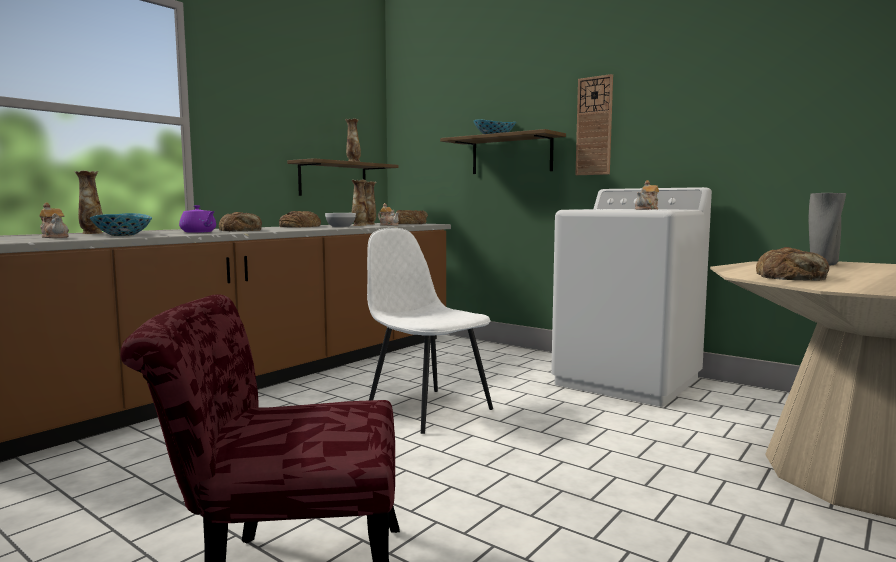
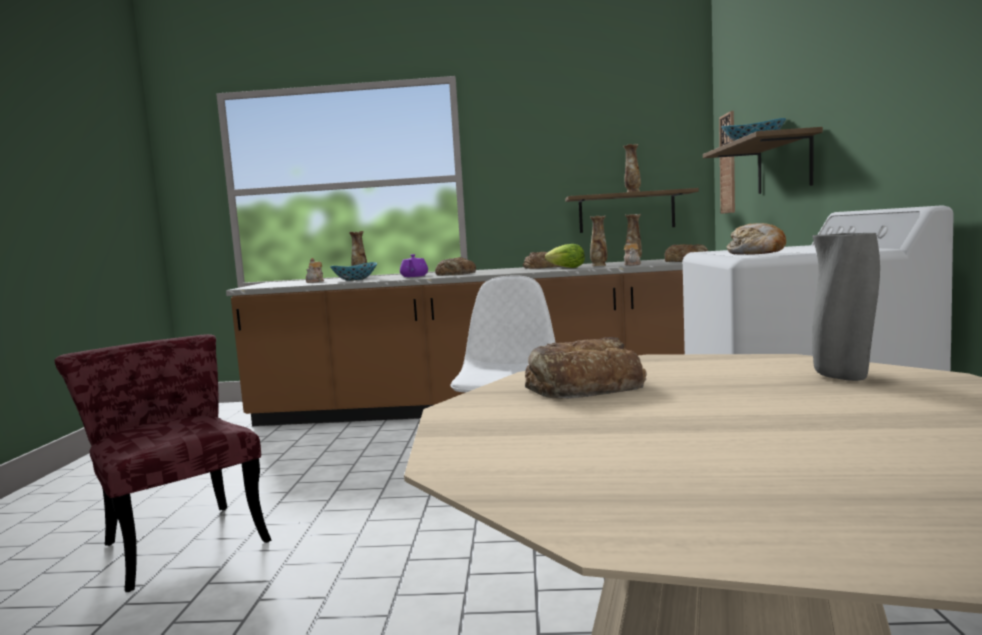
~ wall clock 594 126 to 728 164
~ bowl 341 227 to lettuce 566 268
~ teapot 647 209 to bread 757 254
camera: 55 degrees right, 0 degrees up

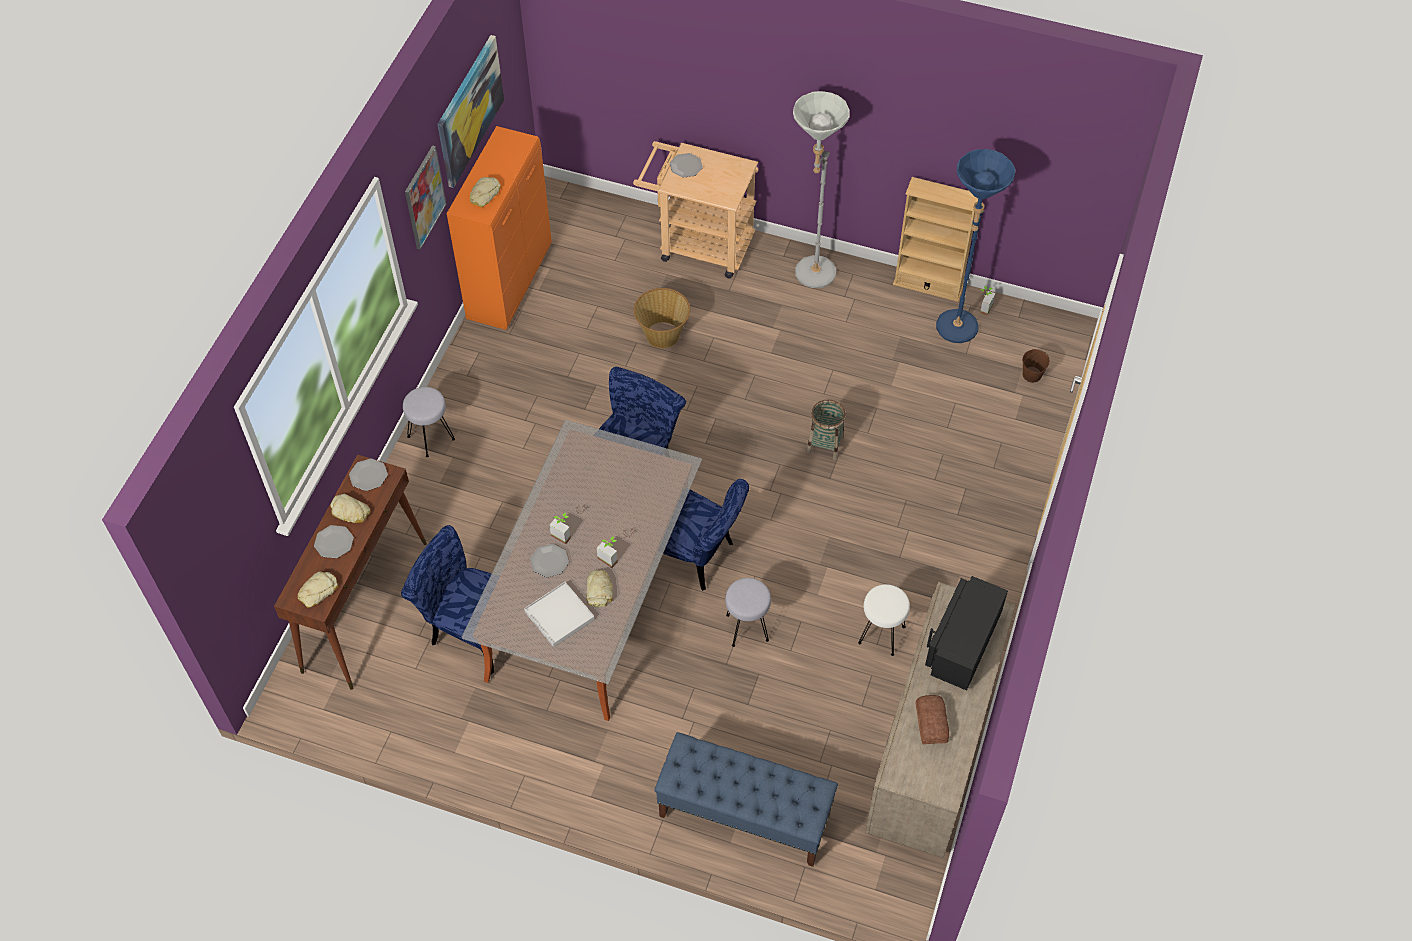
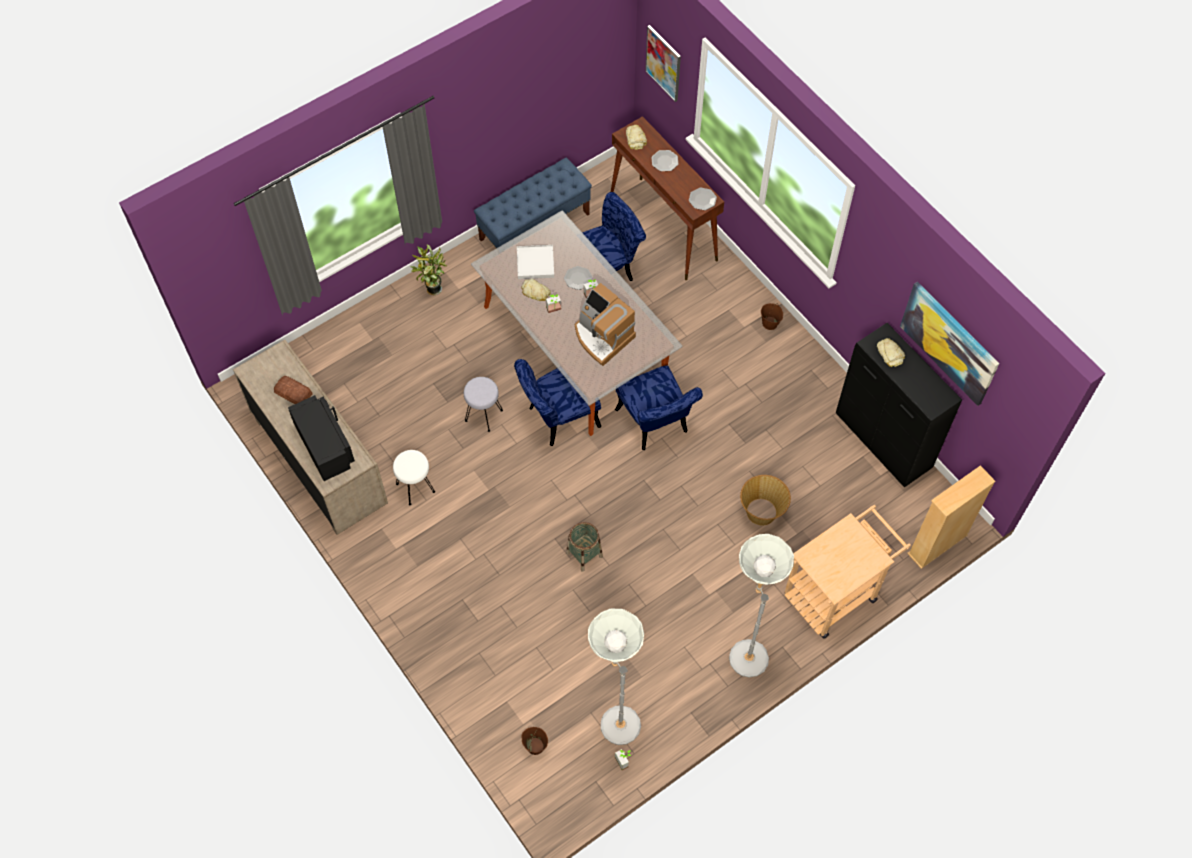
- bread 350 512
- plate 686 166
+ potted plant 432 289
+ coffee machine 602 336
~ picture 424 197 to 663 63
~ blue bench 744 815 to 535 226
~ beige bookcase 928 285 to 937 544
~ grey stool 431 437 to brown bucket 770 323
~ orange cabinet 510 282 to black cabinet 884 442
~ blue floor lamp 954 334 to grey floor lamp 615 718
camera: 125 degrees right, 5 degrees up

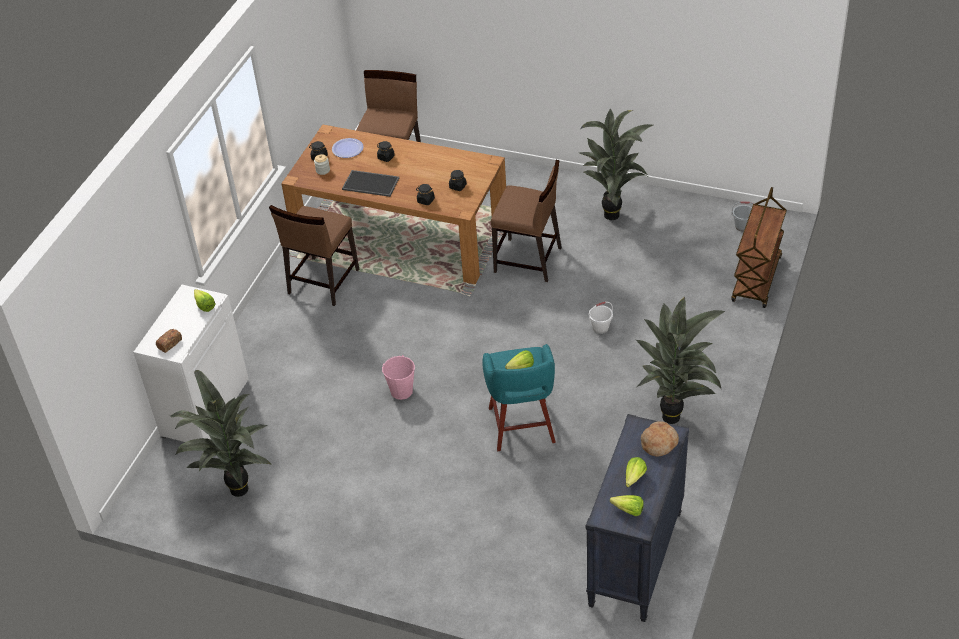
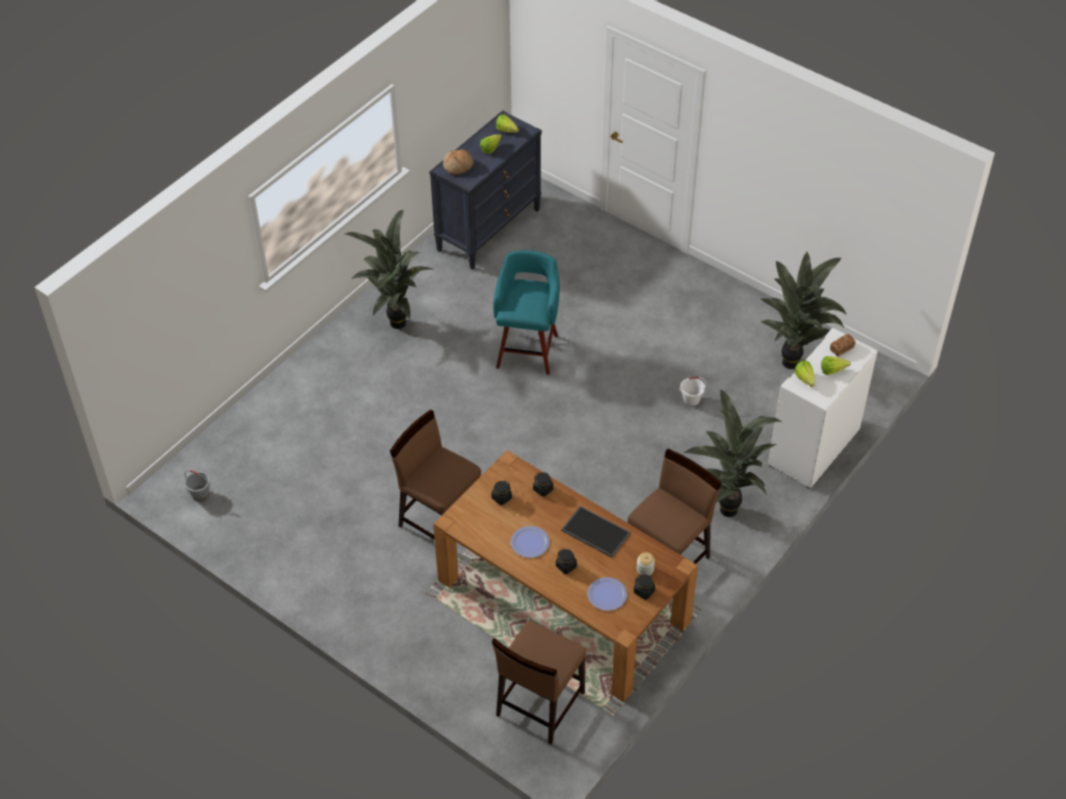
- pink bucket 402 391
- brown cart 757 280
+ plate 530 542
~ lettuce 518 368 to 835 370
~ potted plant 614 217 to 726 506
~ white bucket 600 328 to 691 400
camera: 165 degrees left, 5 degrees up

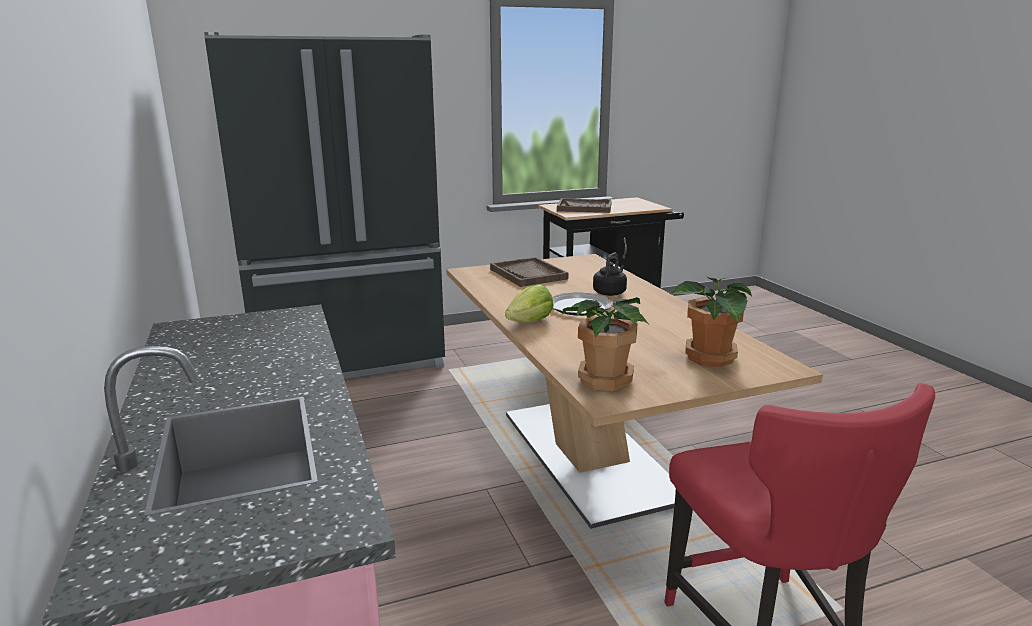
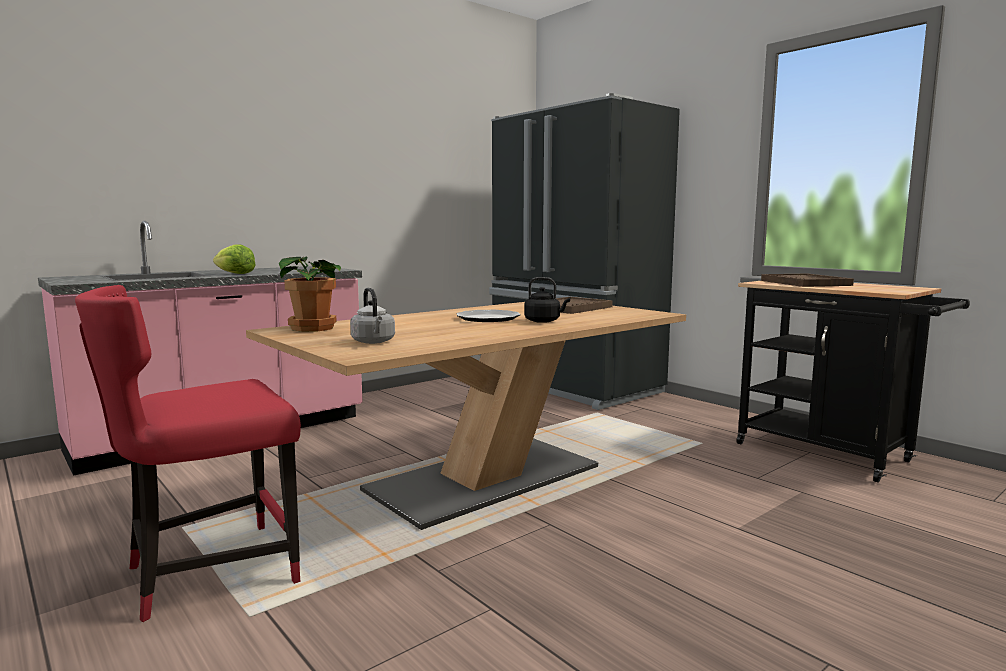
~ lettuce 530 322 to 235 273
~ potted plant 709 358 to grey kettle 374 342
camera: 70 degrees right, 10 degrees down

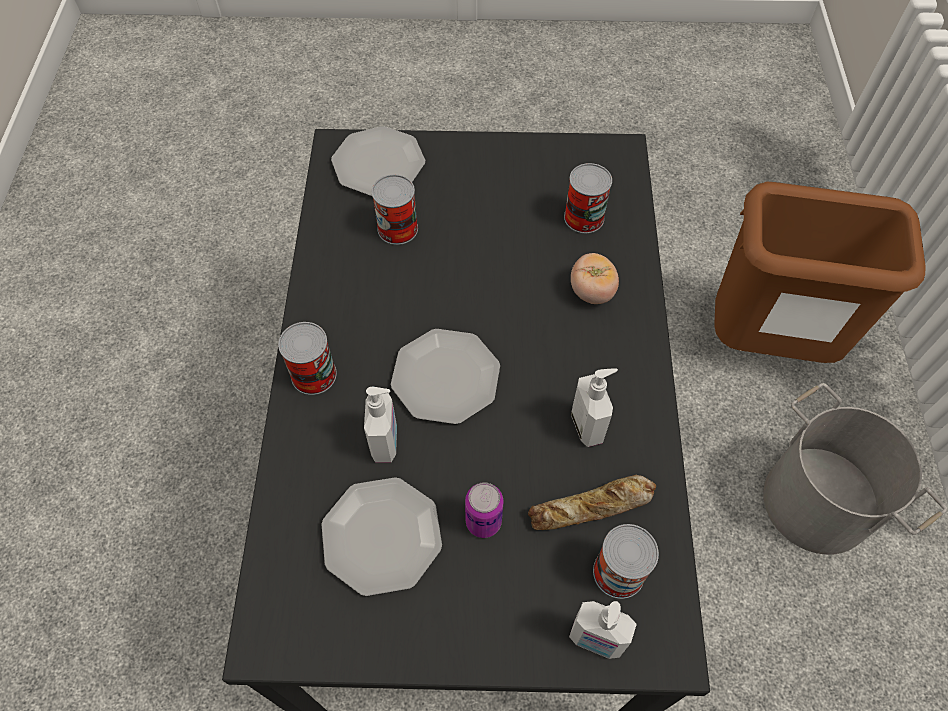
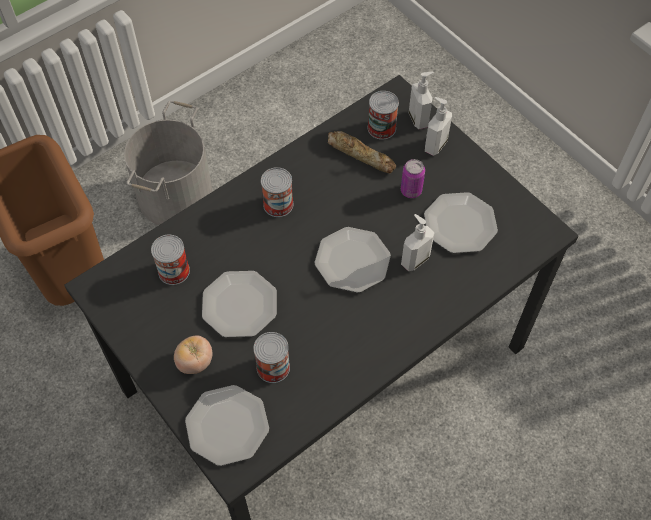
+ plate 240 305
~ can 313 375 to 278 204
~ tomato 592 292 to 195 362
~ soap dispenser 588 426 to 435 145
camera: 130 degrees left, 0 degrees up

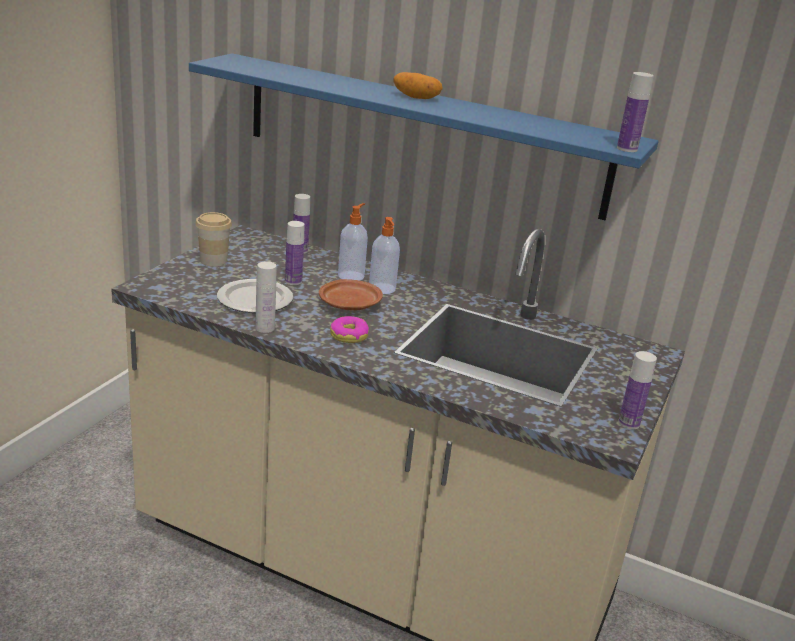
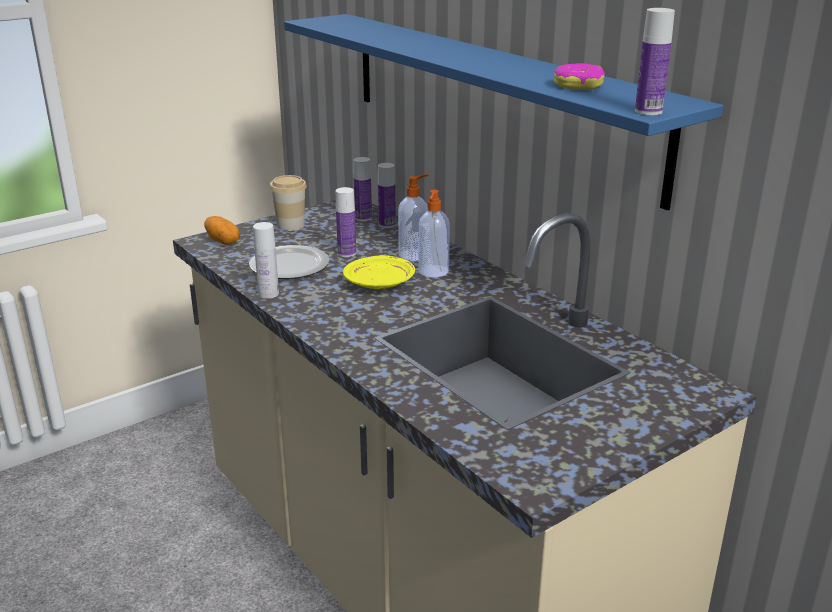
~ donut 349 335 to 578 85
~ potato 416 97 to 223 241
~ bottle 629 423 to 363 218
~ brown plate 350 305 to yellow plate 380 283
camera: 30 degrees right, 0 degrees up

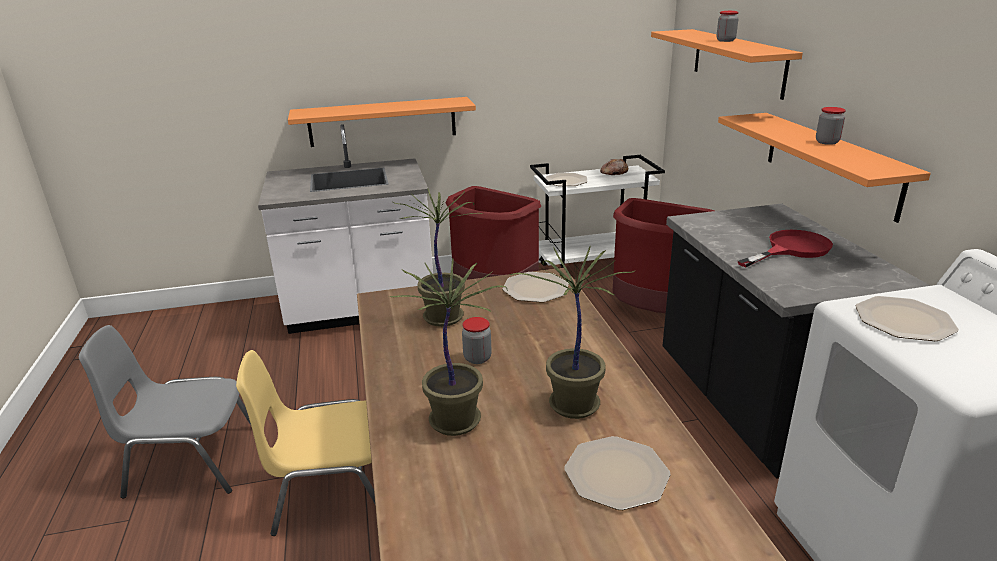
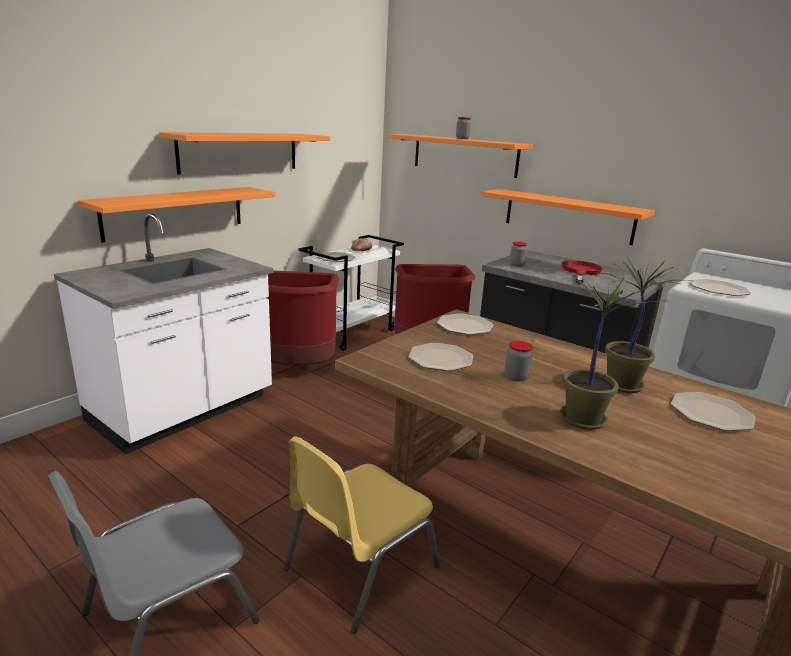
+ orange shelf 240 152
~ jar 827 142 to 517 265
~ potted plant 444 317 to plate 440 358
camera: 40 degrees left, 5 degrees down

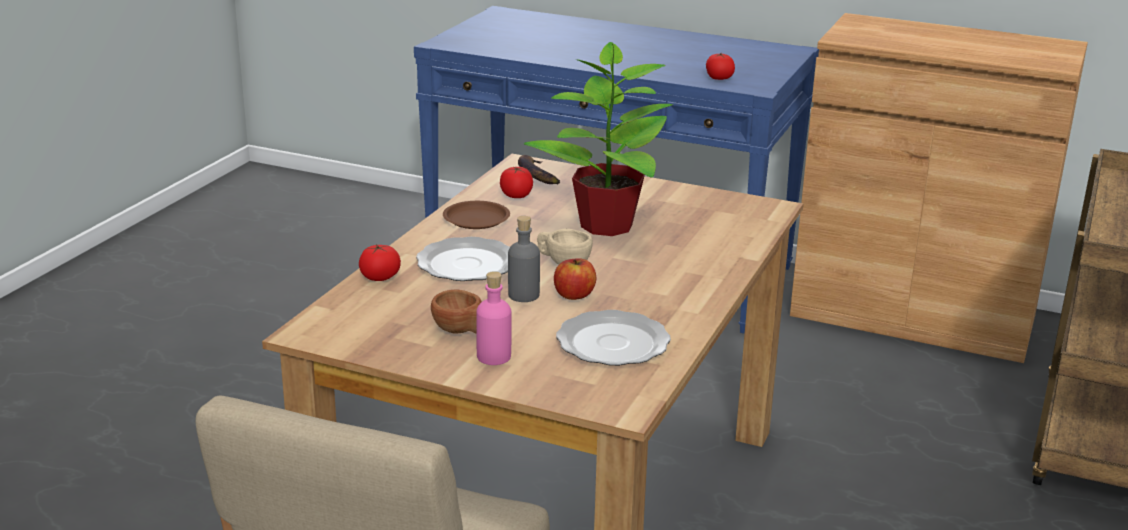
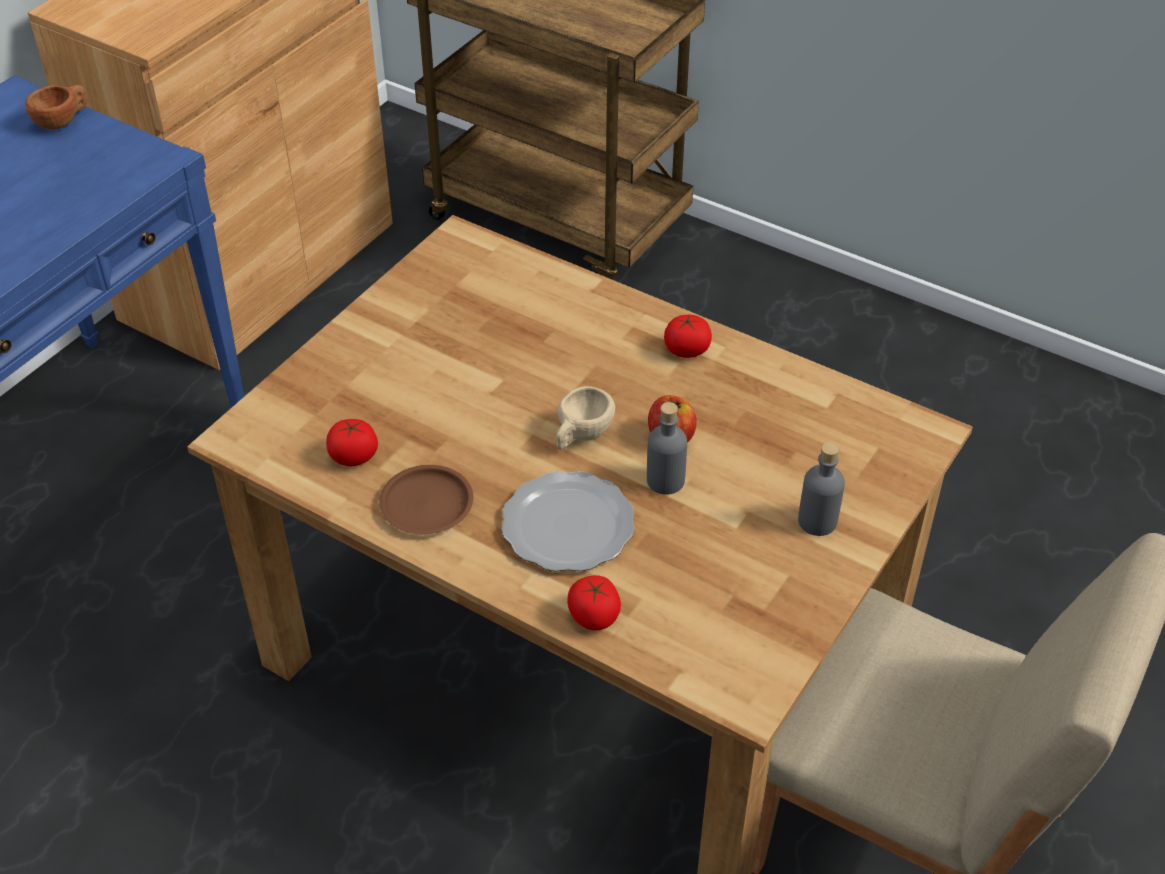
- banana 536 175
- potted plant 605 226
- plate 614 343
~ brown cup 463 331 to 63 121
~ tomato 719 78 to 687 350
~ pink bottle 494 357 to grey bottle 817 521
camera: 80 degrees left, 20 degrees up

